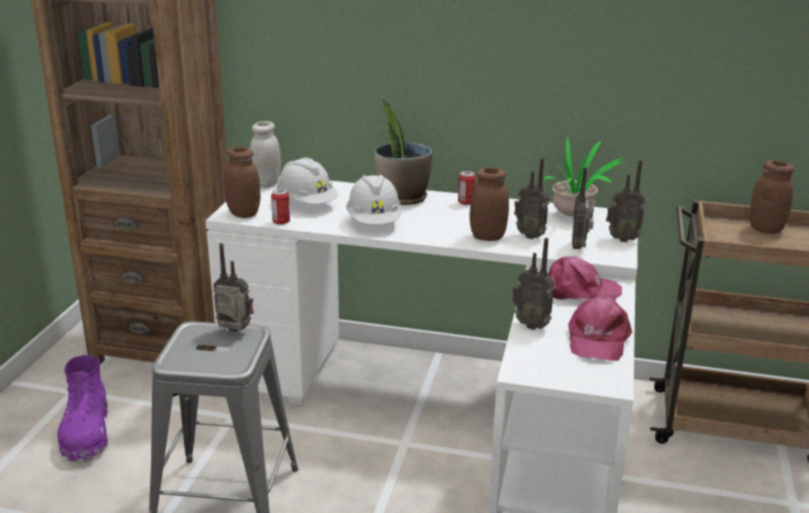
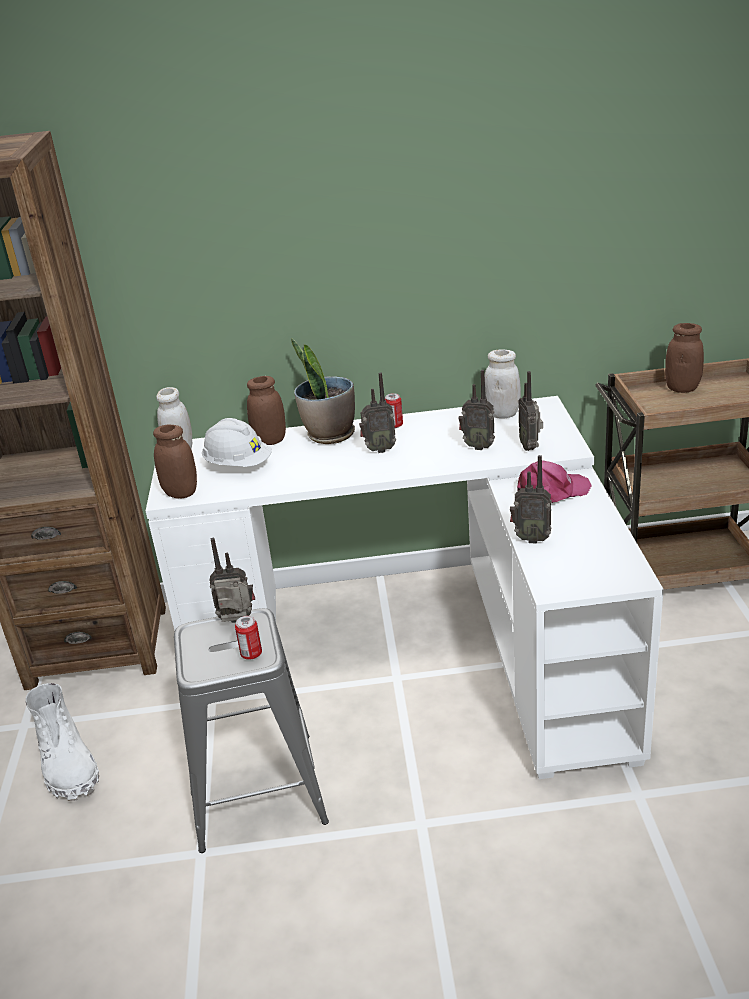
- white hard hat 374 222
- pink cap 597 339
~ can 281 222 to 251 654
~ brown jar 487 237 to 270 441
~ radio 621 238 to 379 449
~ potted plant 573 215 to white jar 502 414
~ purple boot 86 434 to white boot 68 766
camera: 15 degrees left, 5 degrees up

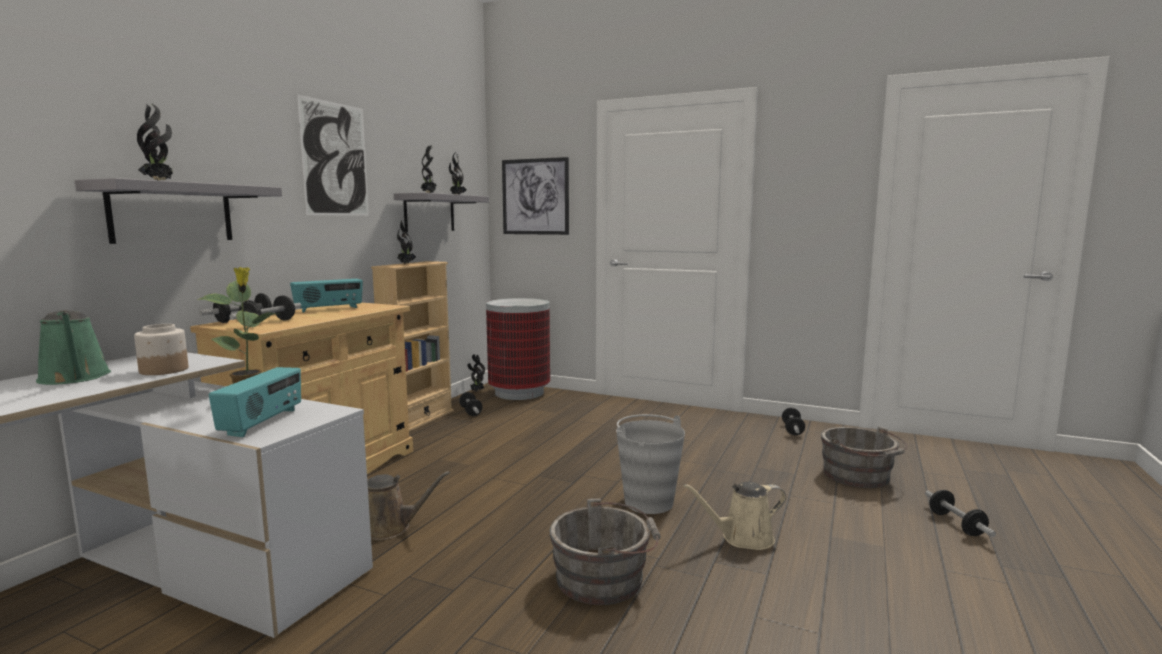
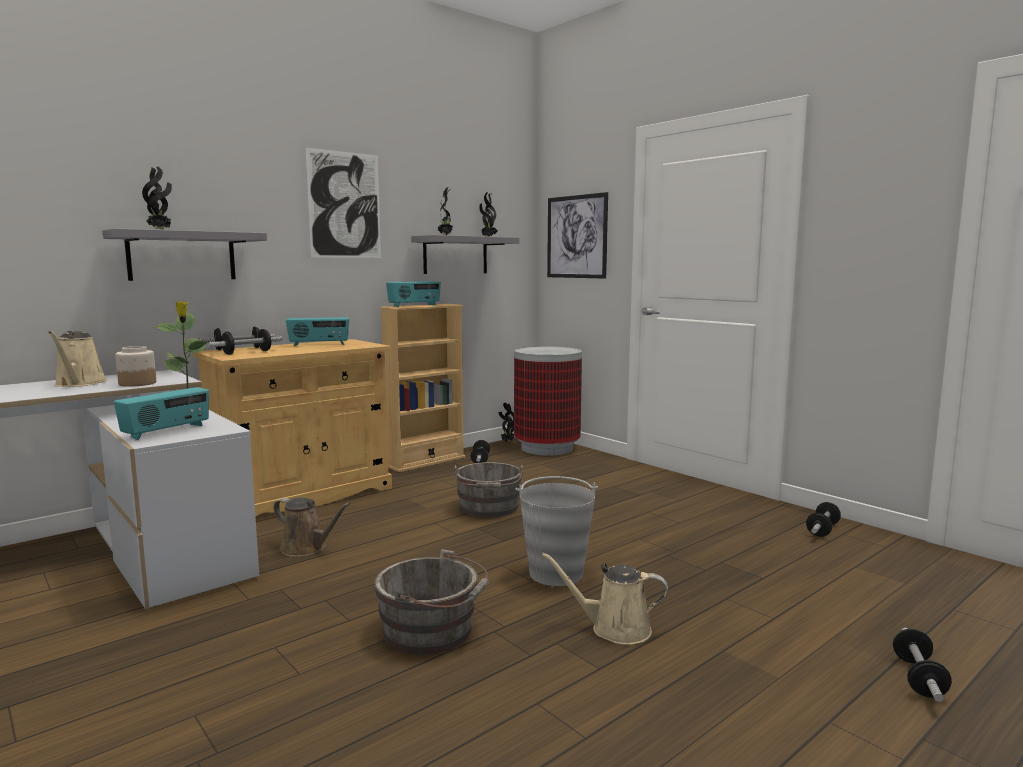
~ grey bucket 859 476 to 489 508
~ potted plant 405 264 to radio 414 305
~ green watering can 75 378 to beige watering can 79 384
camera: 25 degrees right, 0 degrees up

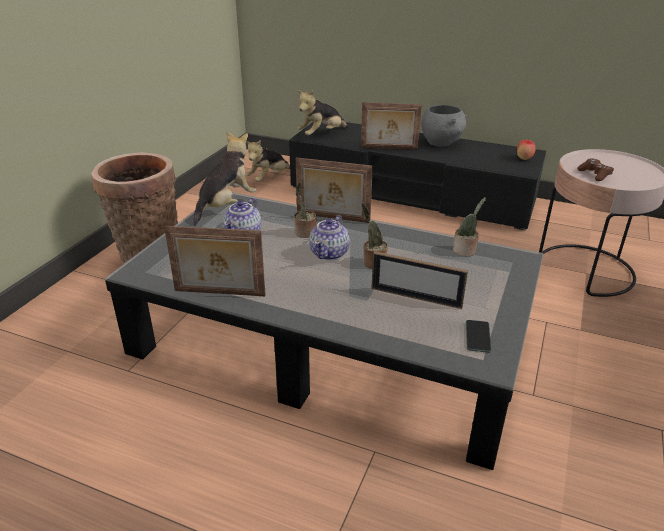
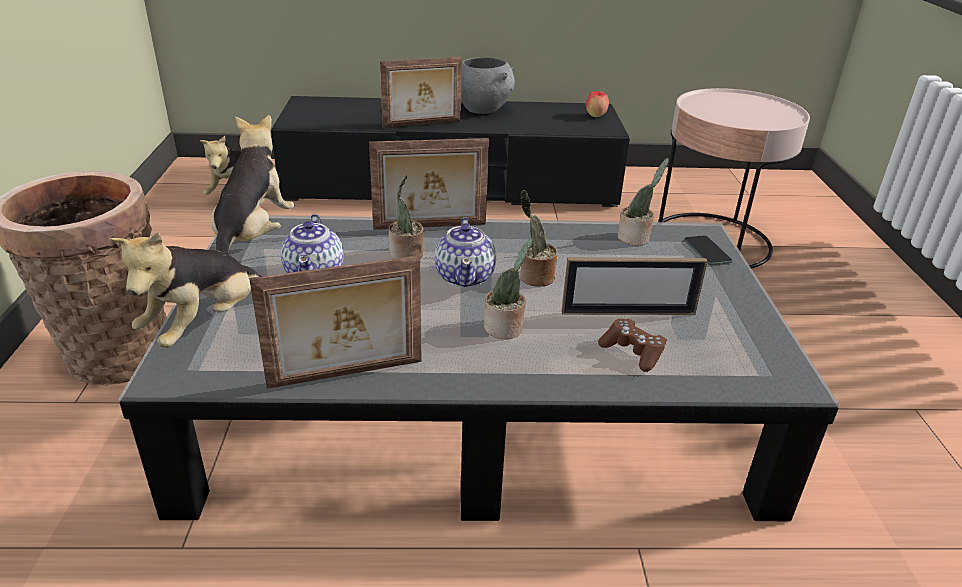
+ potted plant 505 329
~ plush toy 321 135 to 204 324
~ phone 478 336 to 707 251
~ brown game controller 594 174 to 632 352
camera: 25 degrees left, 0 degrees up

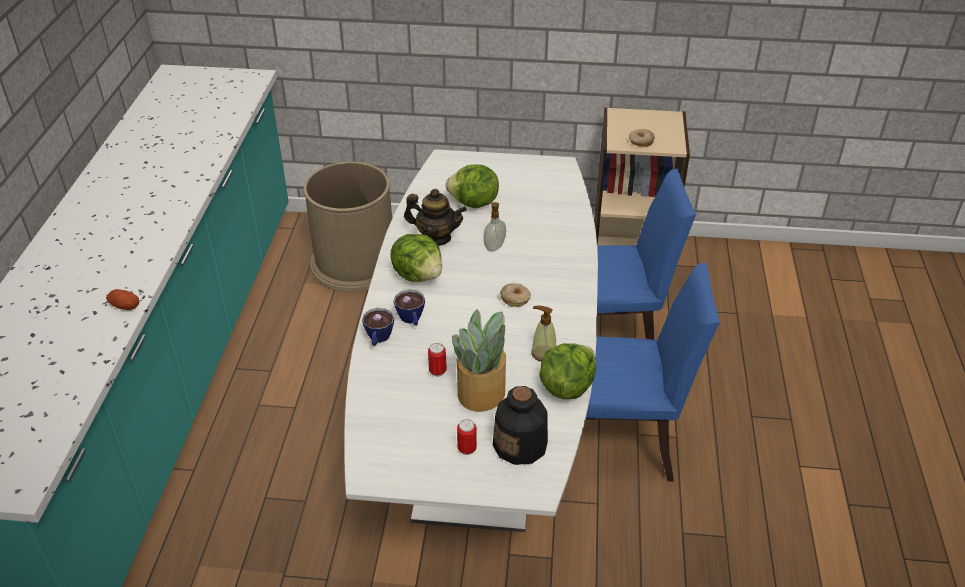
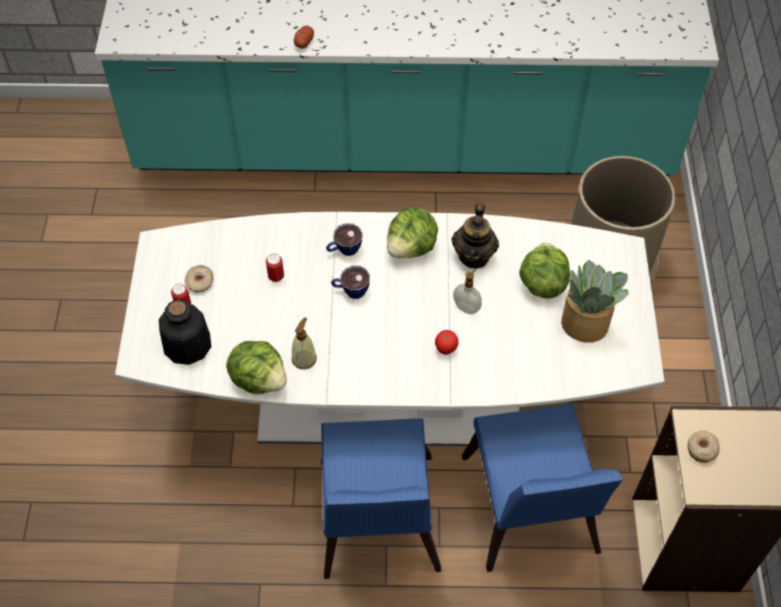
+ tomato 445 349
~ cup 378 339 to 350 290
~ potted plant 482 392 to 585 324
~ donut 515 299 to 200 282
camera: 85 degrees right, 15 degrees up

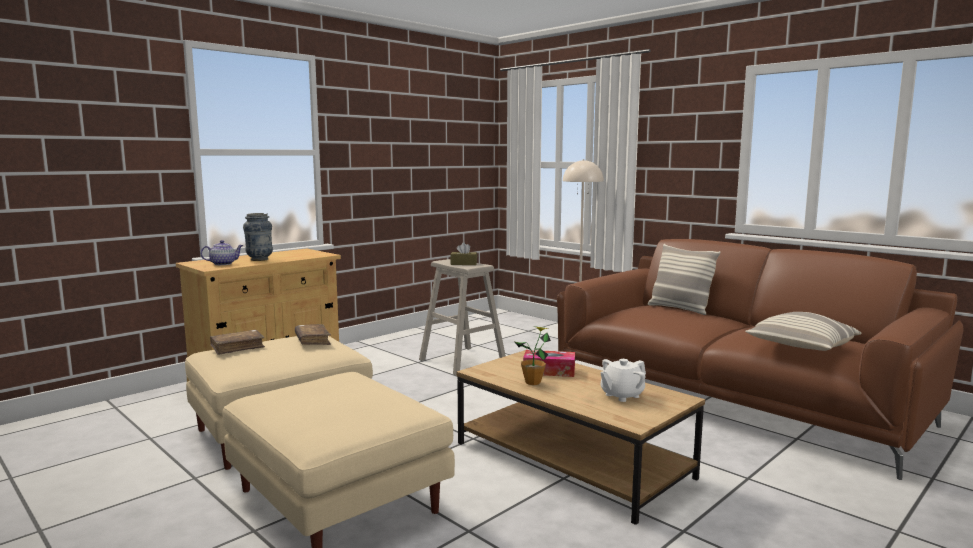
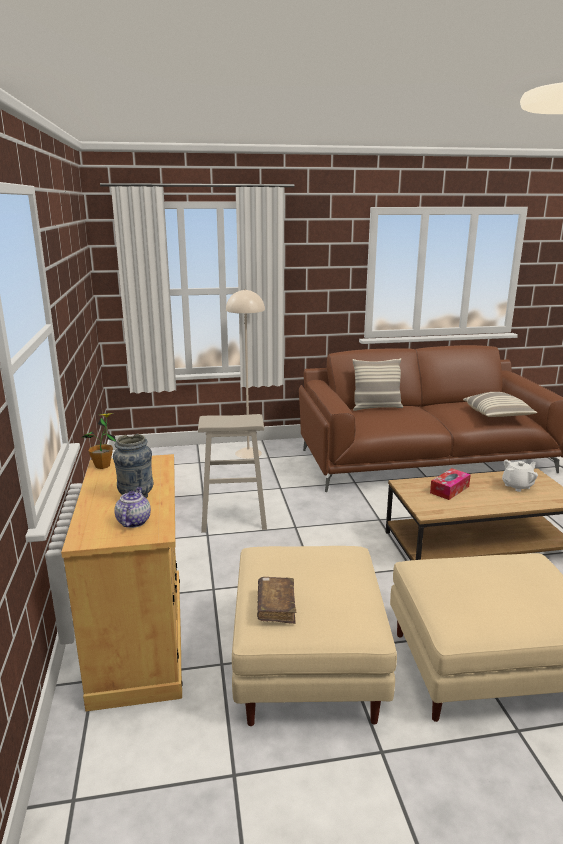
- brown book 312 341
- brown tissue box 463 264
~ potted plant 533 382 to 102 466
~ white teapot 621 395 = 517 486 120 degrees counterclockwise
camera: 55 degrees left, 10 degrees up

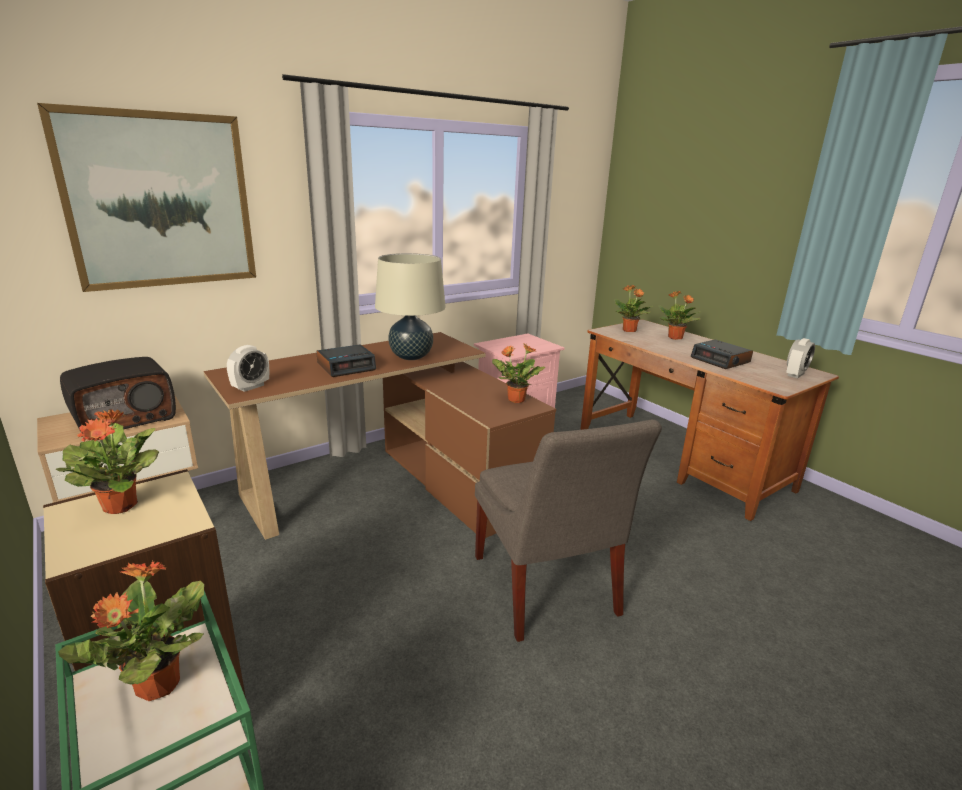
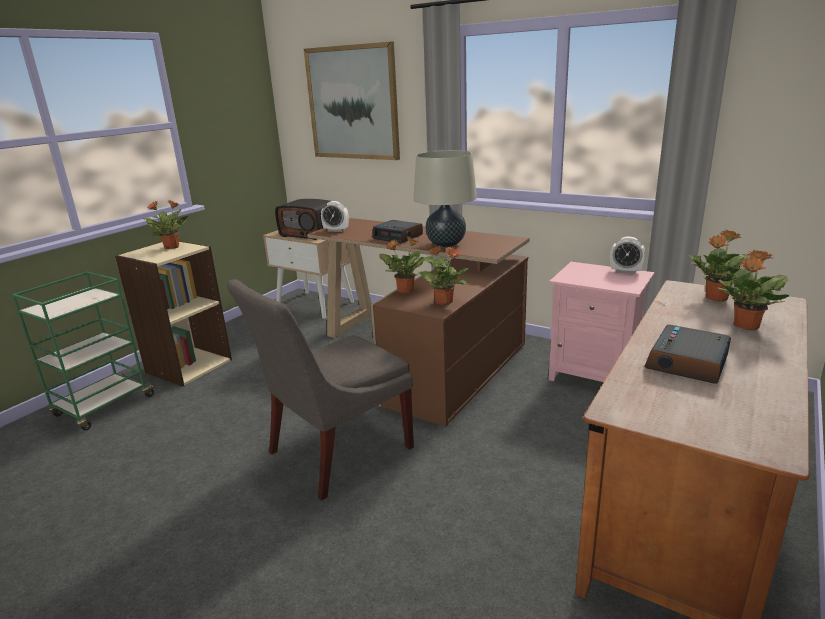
~ potted plant 156 686 to 405 291
~ alarm clock 795 374 to 625 271
camera: 70 degrees right, 0 degrees up

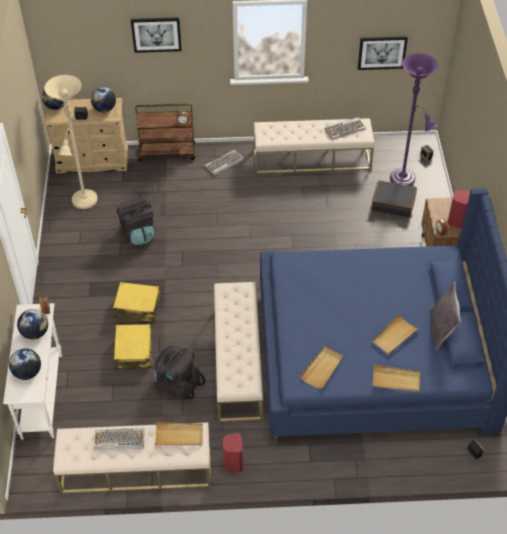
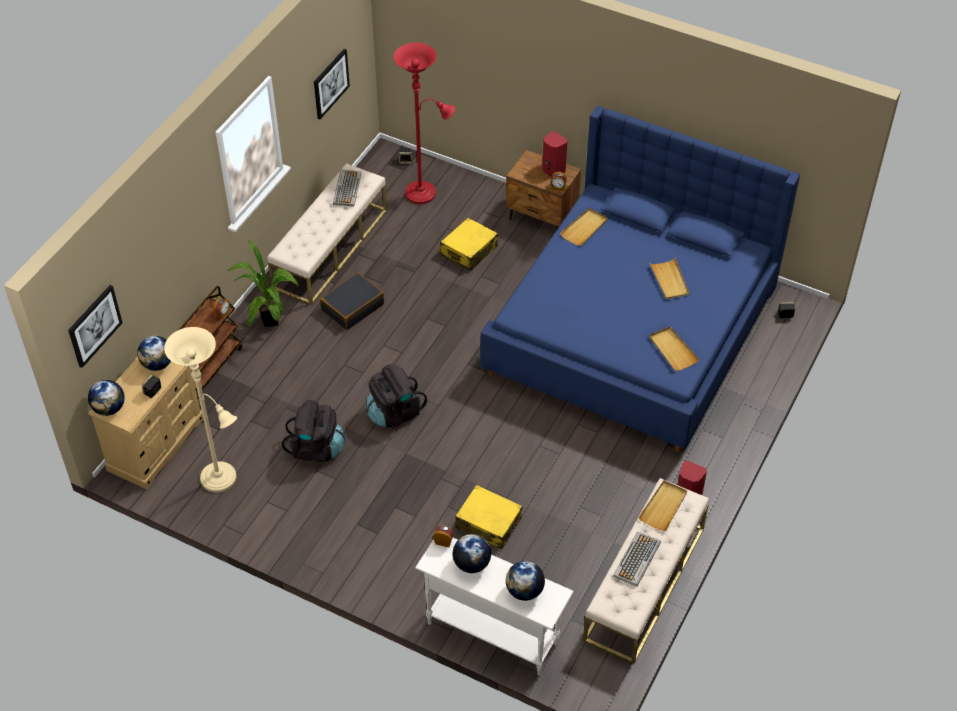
- beige bench 238 362
- grey pillow 441 330
~ yellow suitcase 137 307 to 468 251
~ picture 156 34 to 94 325
~ black backpack 178 384 to 394 413
~ black suitcase 393 203 to 352 307
~ beige tray 396 380 to 584 228
~ keyboard 224 163 to potted plant 271 324
~ purple floor lamp 405 180 to red floor lamp 424 193
camera: 60 degrees left, 0 degrees up

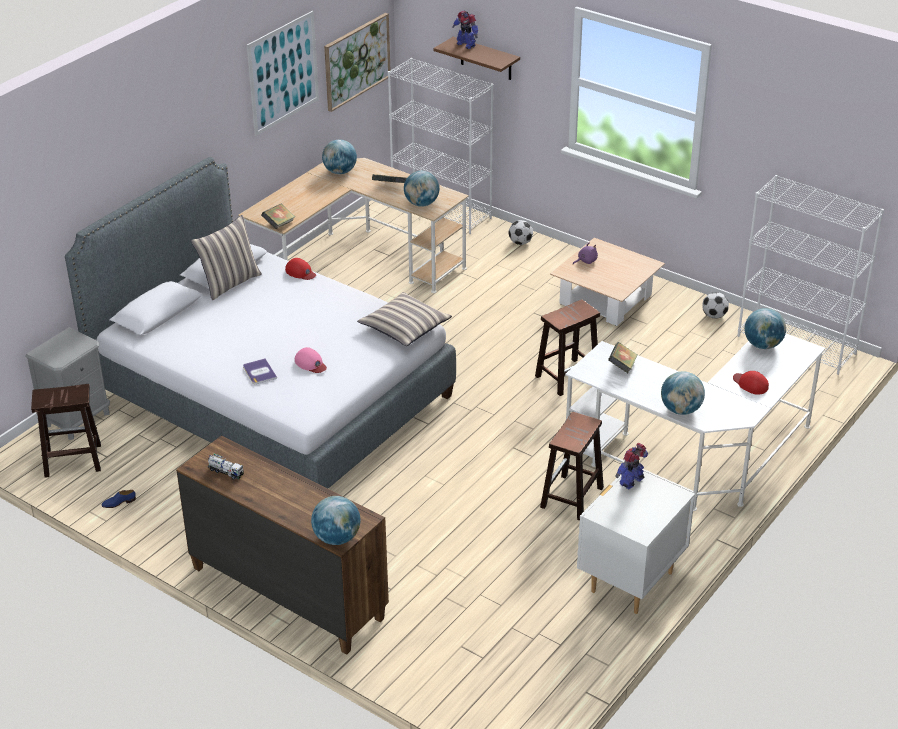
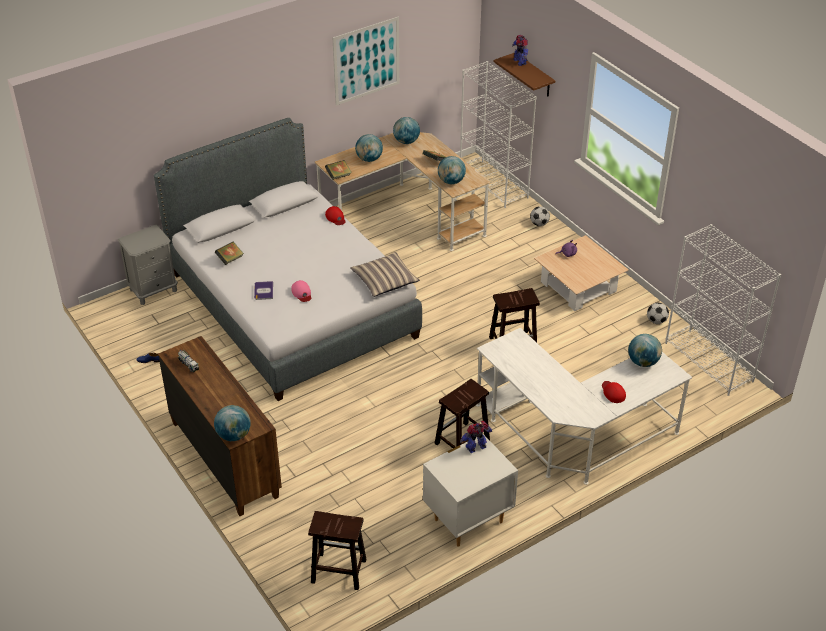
- pillow 230 283
- picture 356 61
~ brown stool 72 461 to 337 571
~ book 622 366 to 230 259
~ globe 680 410 to 369 159
camera: 20 degrees right, 5 degrees up

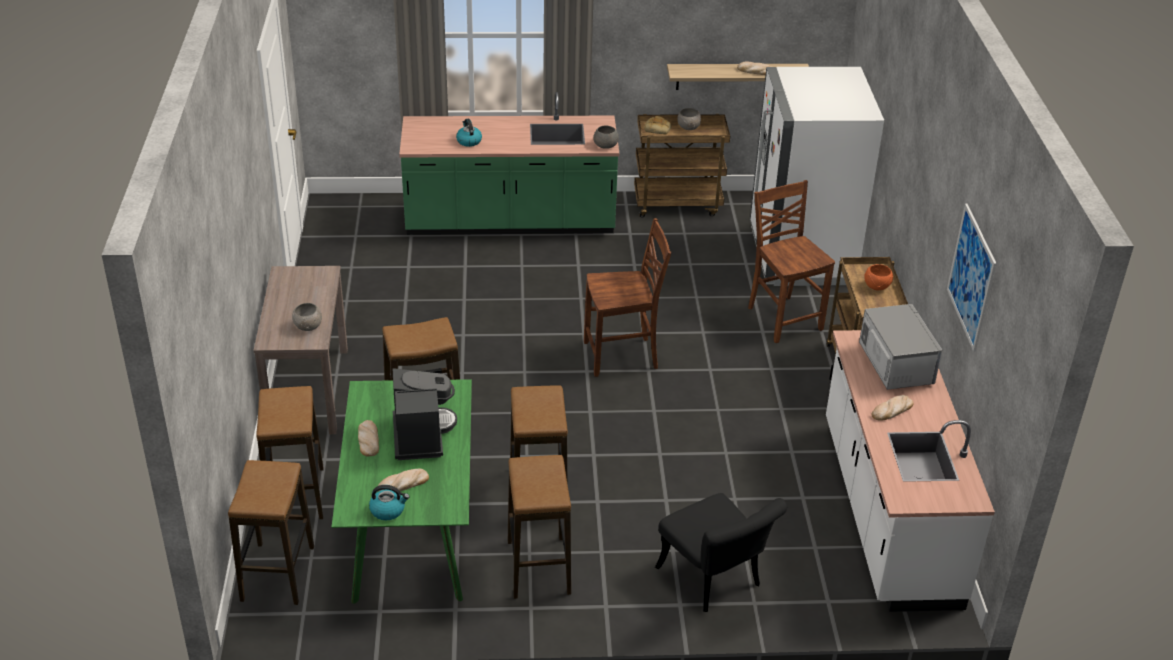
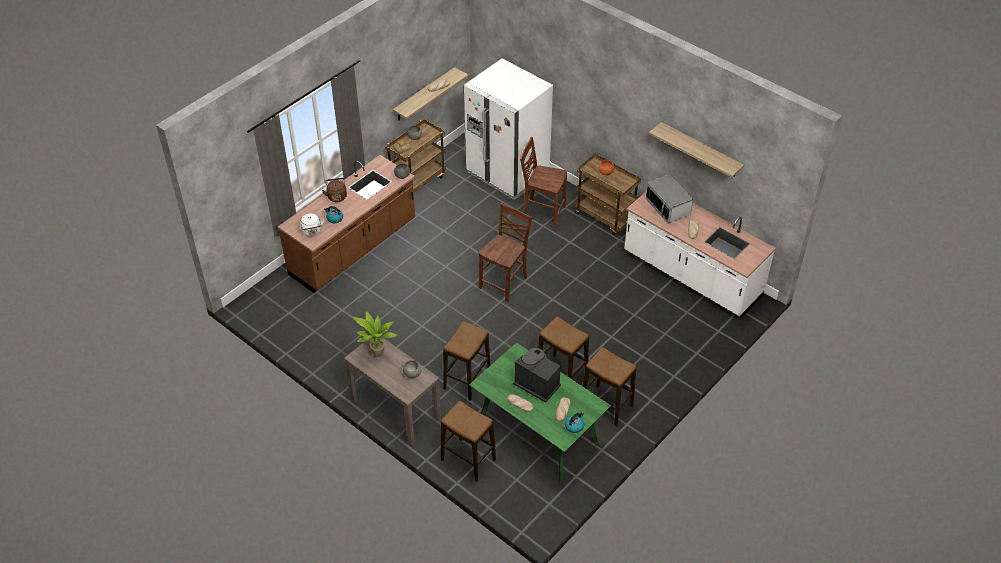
- stool 277 573
- black chair 714 581
+ white kettle 312 232
+ brown kettle 336 196
+ potted plant 377 355
~ picture 971 277 to shelf 700 150
~ green counter 510 222 to brown counter 353 248
~ microwave 895 365 = 668 208 150 degrees counterclockwise
camera: 45 degrees left, 10 degrees up

